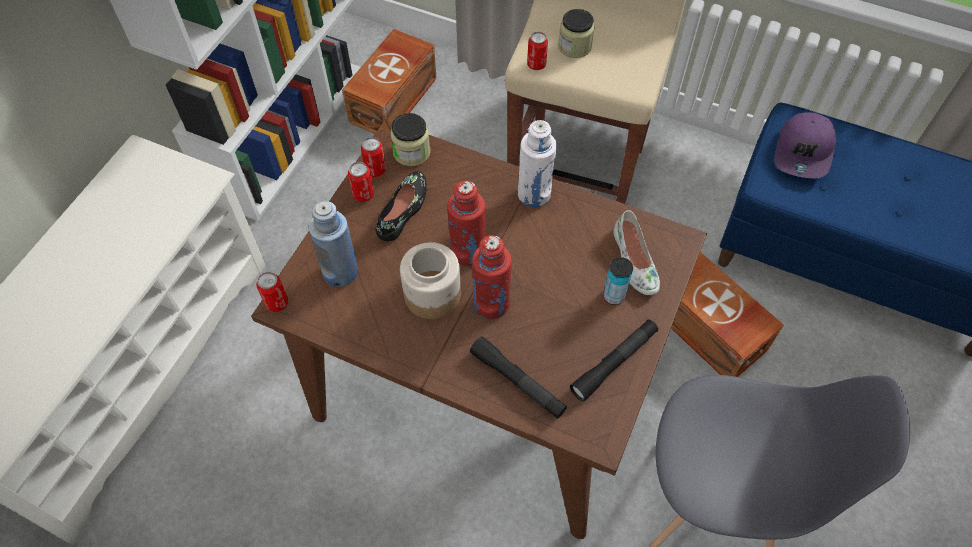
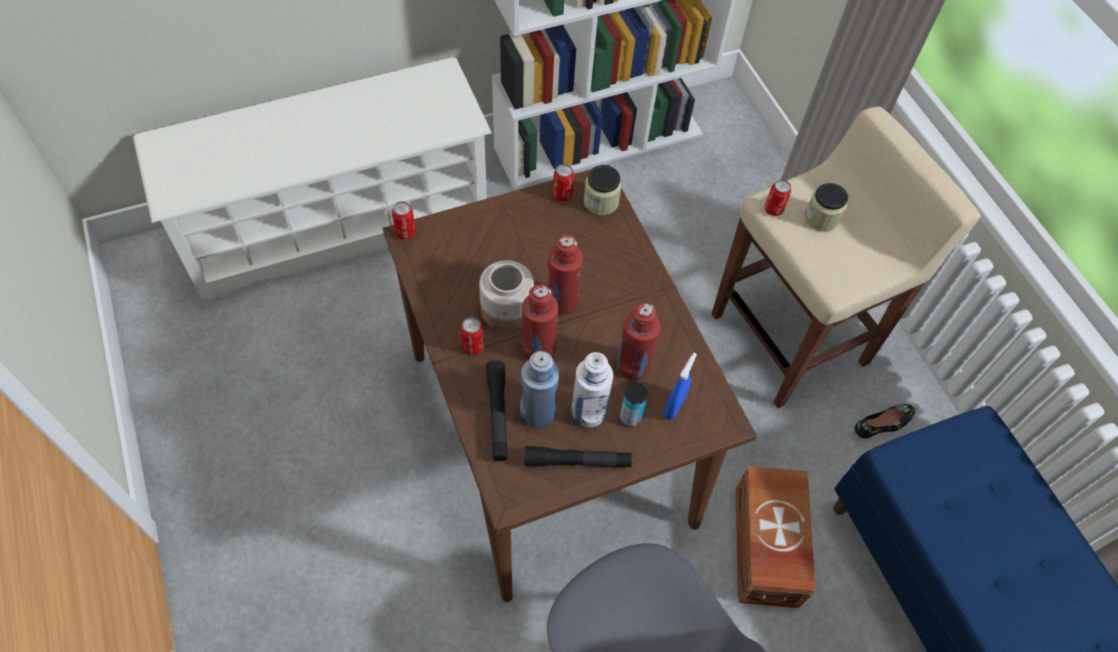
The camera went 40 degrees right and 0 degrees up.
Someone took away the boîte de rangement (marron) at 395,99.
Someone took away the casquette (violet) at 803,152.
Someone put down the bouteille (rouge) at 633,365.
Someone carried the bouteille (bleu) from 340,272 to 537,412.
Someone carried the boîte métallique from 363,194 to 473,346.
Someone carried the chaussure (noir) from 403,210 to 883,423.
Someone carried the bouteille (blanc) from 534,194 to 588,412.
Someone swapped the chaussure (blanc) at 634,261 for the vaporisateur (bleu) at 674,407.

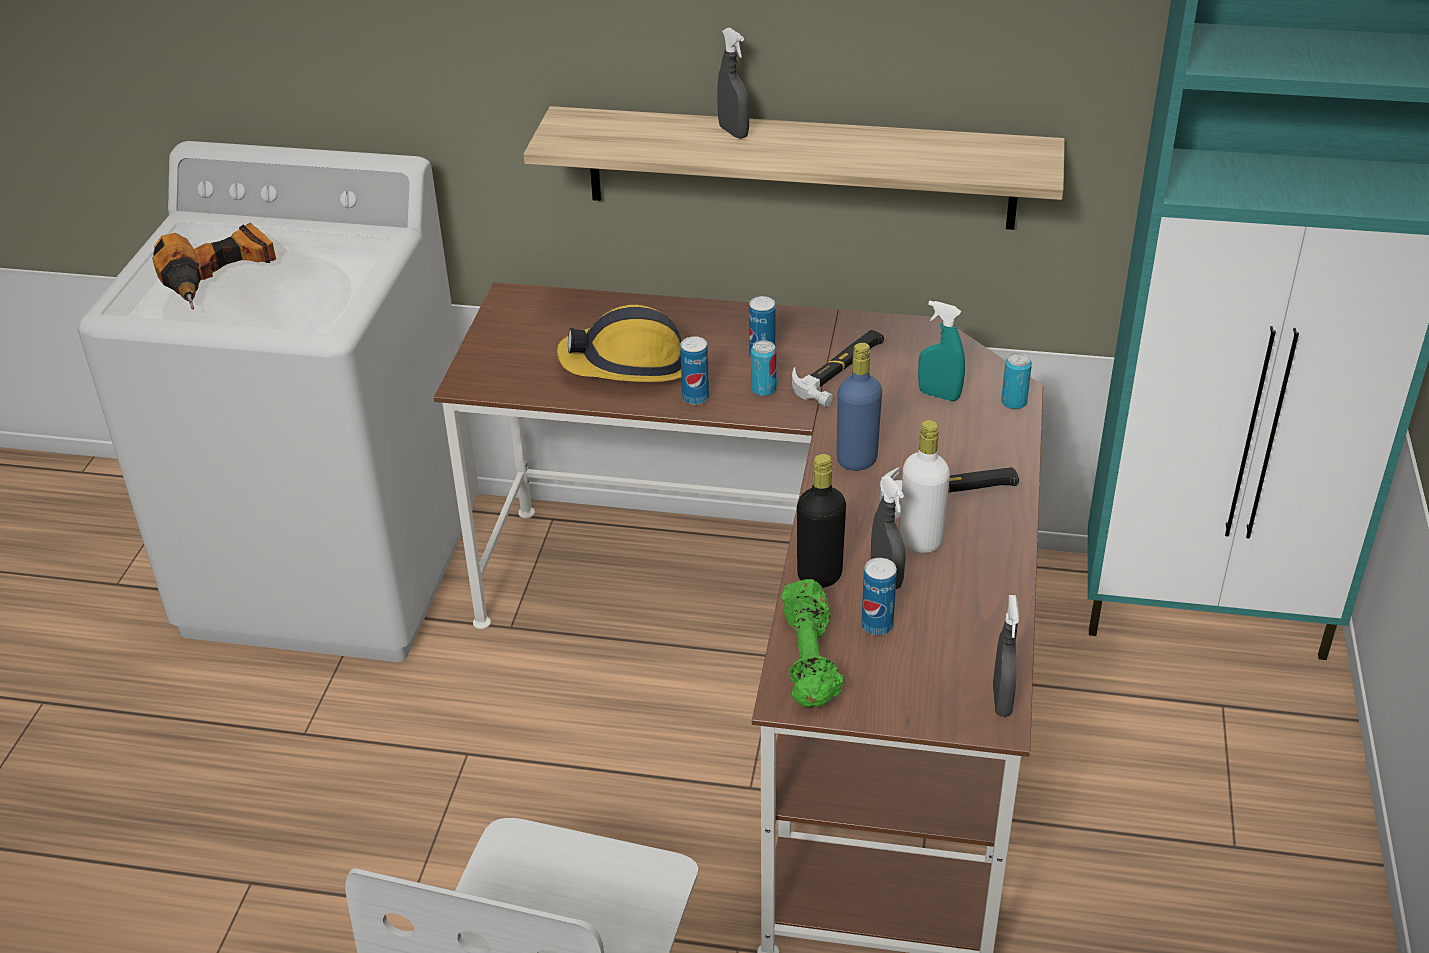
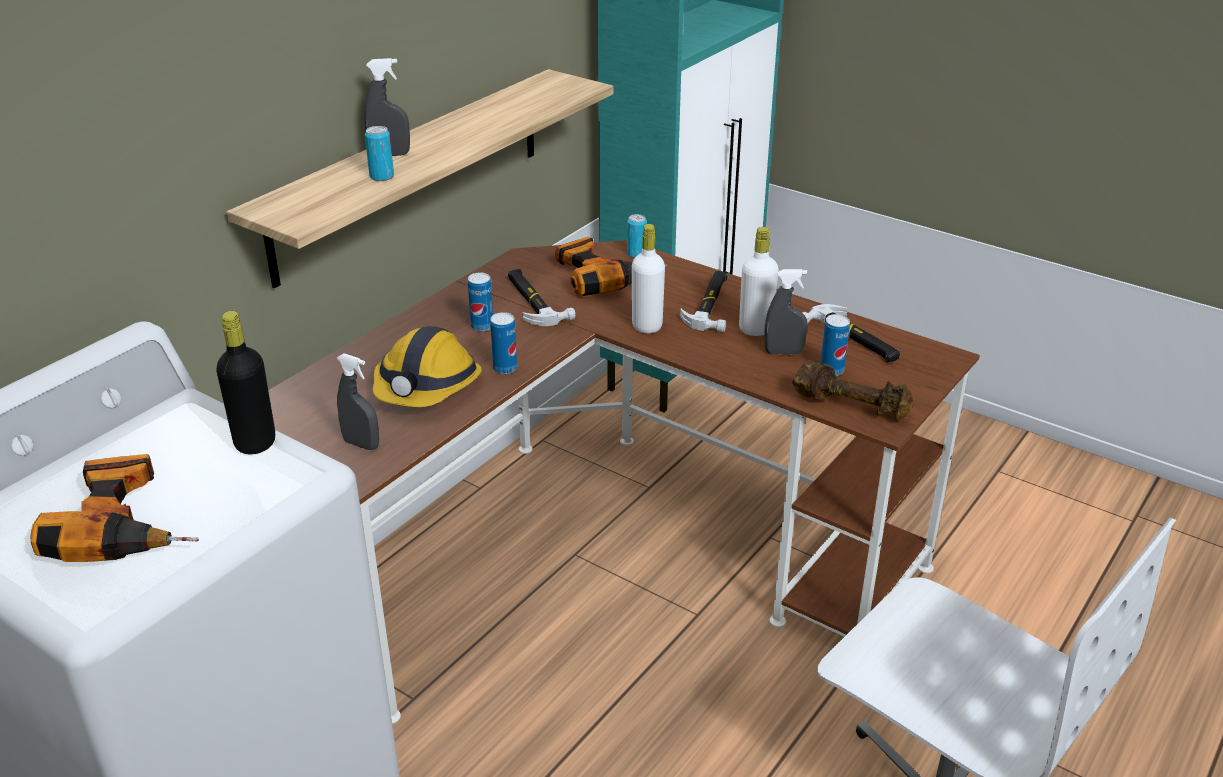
The camera went 65 degrees left and 5 degrees down.
Someone put down the marteau at 852,338.
Someone carried the boîte métallique from 763,389 to 381,176.
Someone carried the bouteille (noir) from 819,576 to 255,443.
Someone carried the vaporisateur (gris) from 1001,700 to 361,444.
Someone swapped the vaporisateur (turquoise) at 939,395 for the perceuse at 602,275.
Someone repainted the haltère (vert) at 811,660, which became the haltère (marron) at 851,405.
Someone repainted the bouteille (bleu) at 856,460, which became the bouteille (blanc) at 647,326.

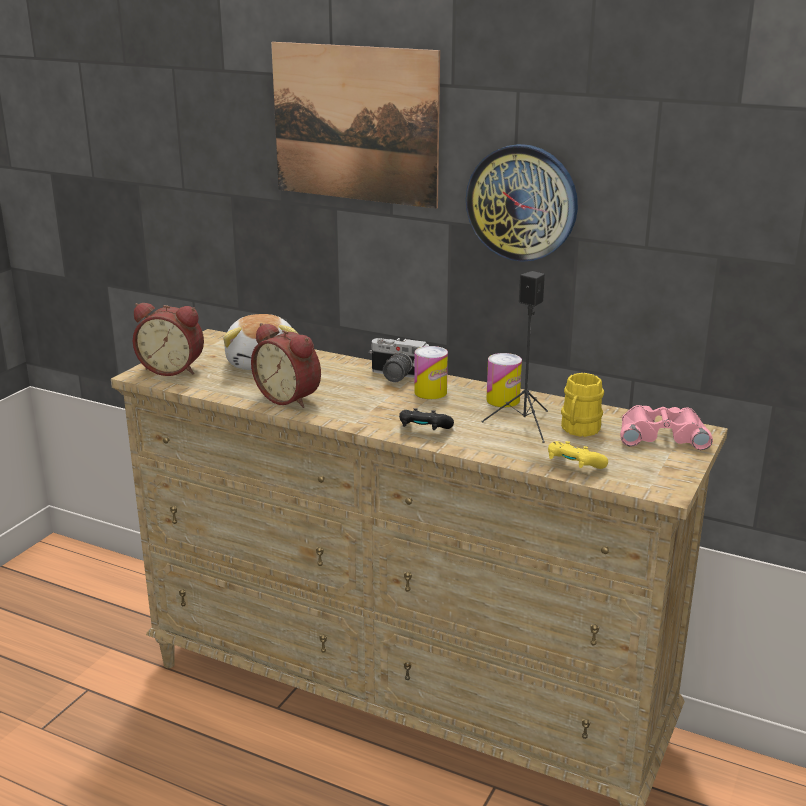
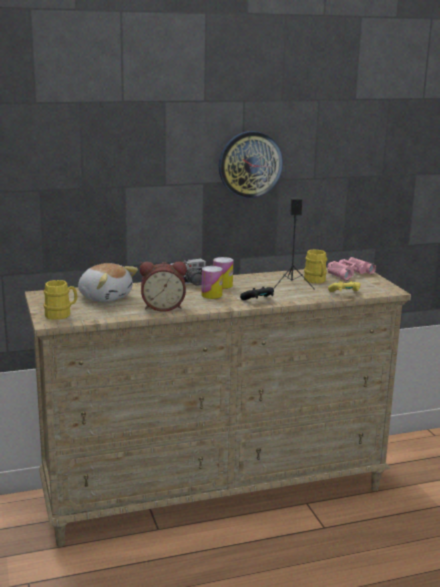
The camera went 45 degrees left and 5 degrees down.
Someone took away the tableau at 355,124.
Someone carried the boîte métallique from 503,400 to 211,295.
Someone swapped the réveil at 173,369 for the mug (jaune) at 61,314.

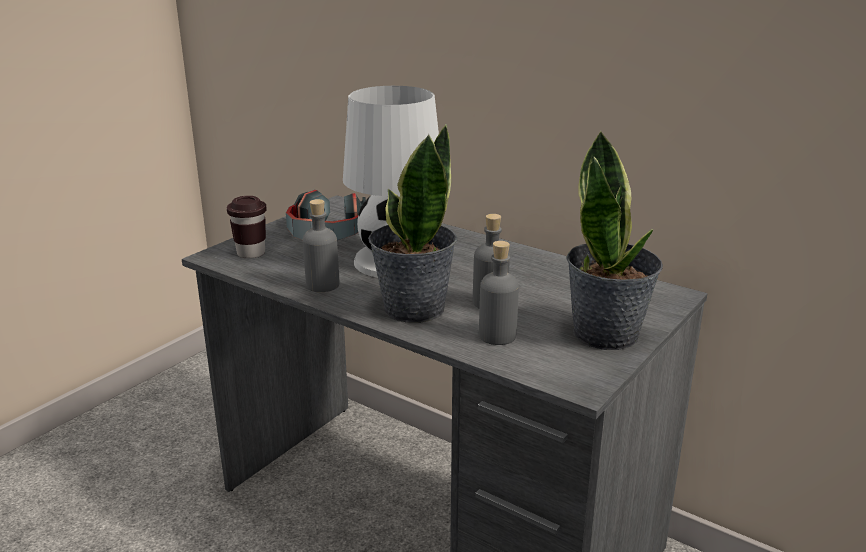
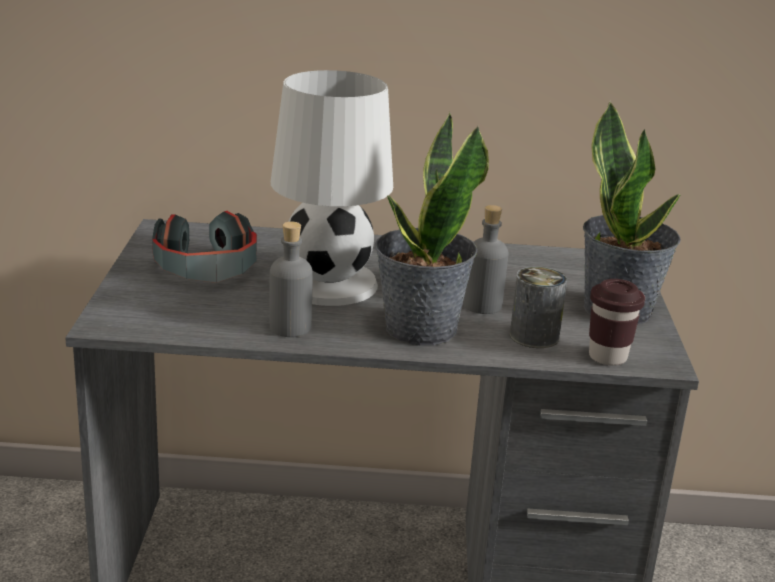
The camera went 35 degrees left and 0 degrees up.
Someone carried the tasse (marron) from 251,253 to 607,357.
Someone swapped the bouteille (gris) at 497,336 for the boîte métallique at 534,336.

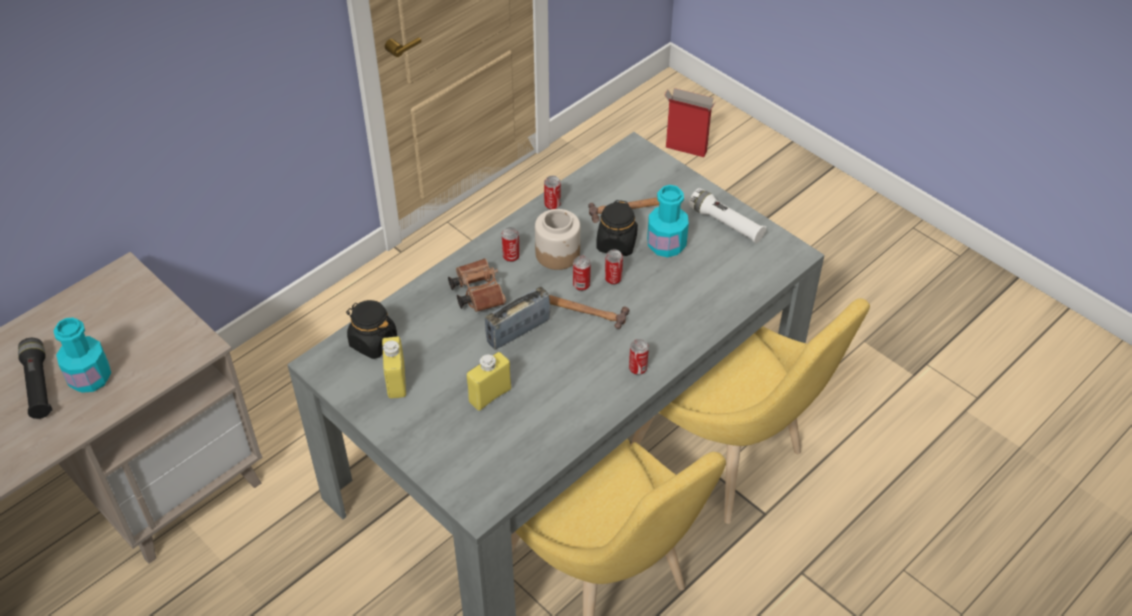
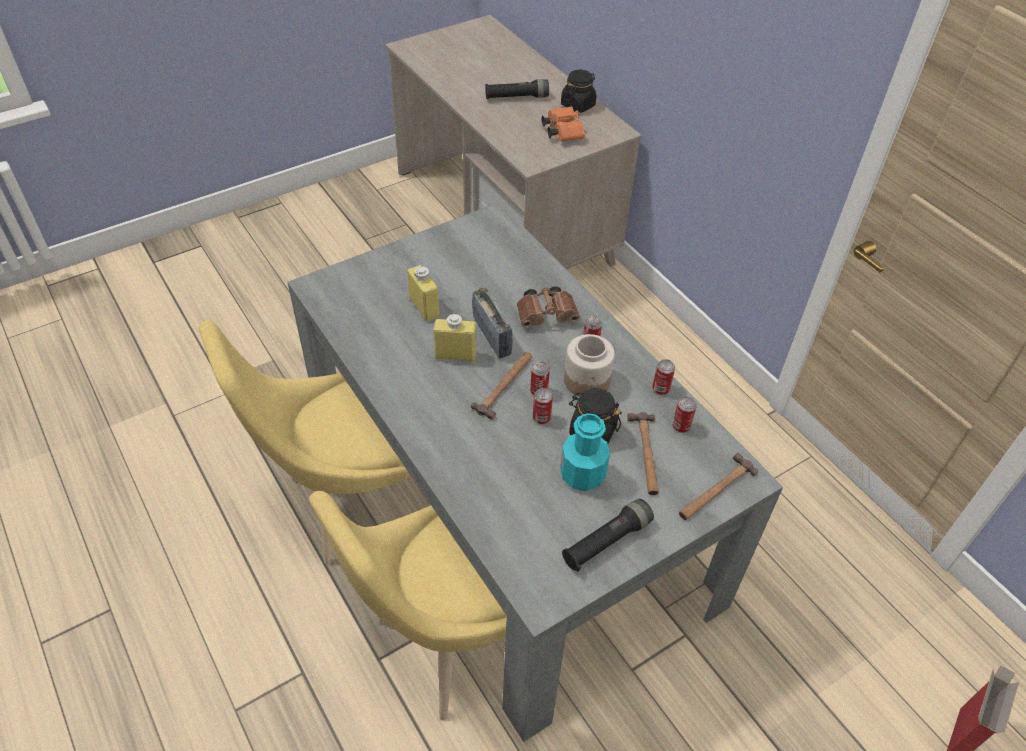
The camera went 100 degrees right and 0 degrees up.
Someone took away the bouteille (turquoise) at 90,378.
Someone put down the jumelles (orange) at 562,131.
Someone put down the marteau at 715,490.
Someone carried the bocal (noir) from 373,342 to 578,105.
Someone carried the bouteille (jaune) from 396,381 to 455,355.
Someone carried the boîte métallique from 638,368 to 681,426.
Someone repainted the lampe de poche (blanc) at 726,224, which became the lampe de poche (noir) at 606,541.

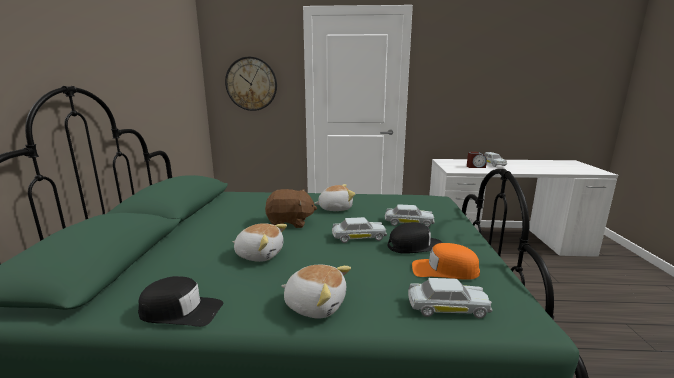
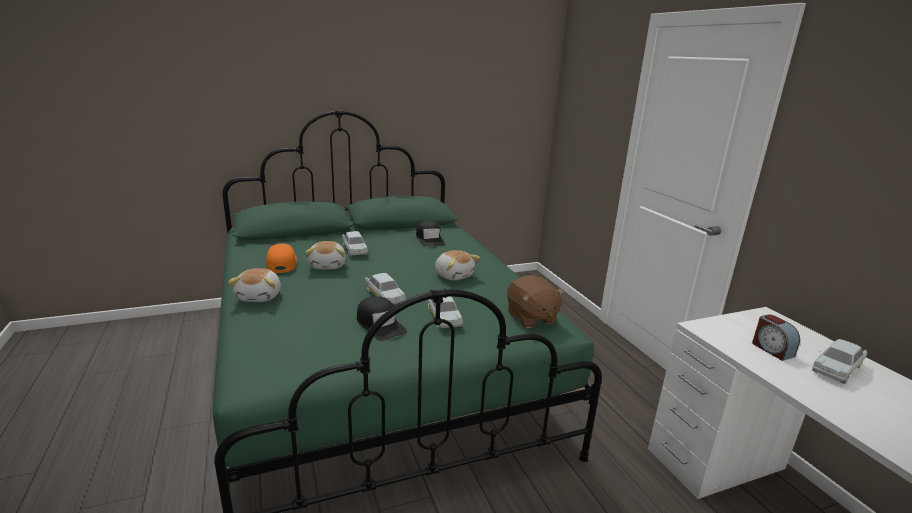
The camera went 65 degrees right and 5 degrees up.
Someone took away the horloge murale at 251,84.
Someone carried the casquette (noir) from 181,311 to 429,239.
Someone carried the peluche (marron) from 290,223 to 531,318.
Someone carried the petite voiture (blanc) from 447,307 to 354,249.
Someone carried the casquette (orange) from 444,270 to 281,264.

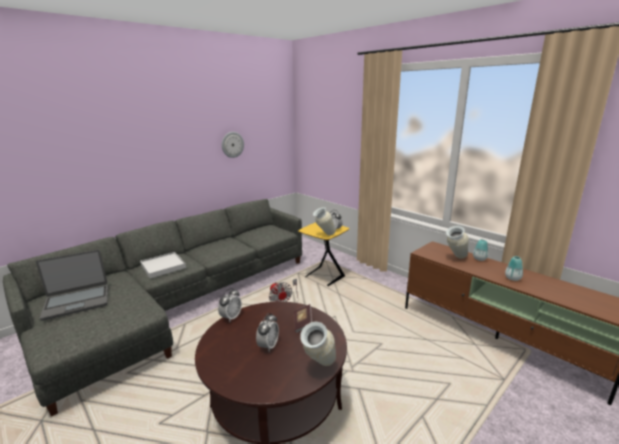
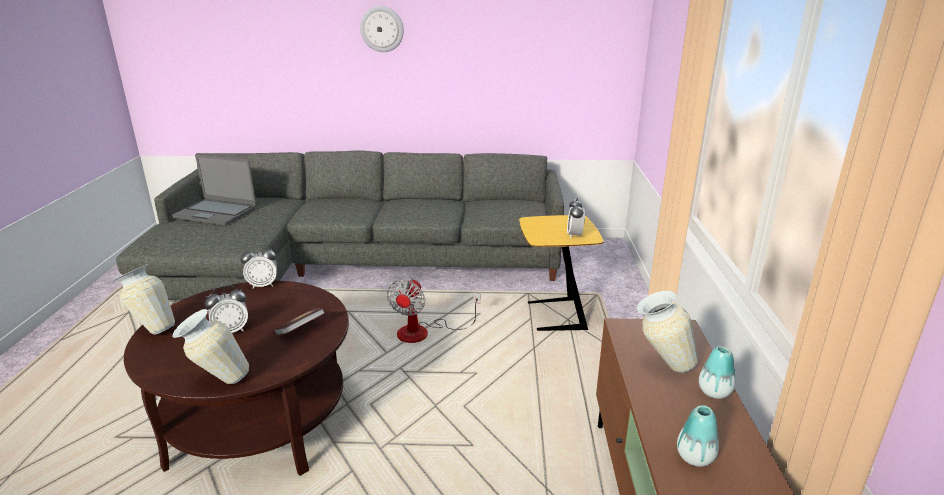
The camera went 45 degrees right and 5 degrees up.
Someone took away the plateau (blanc) at 163,266.
Someone carried the horloge murale from 232,144 to 382,29.
Someone carried the vase from 323,235 to 153,328.

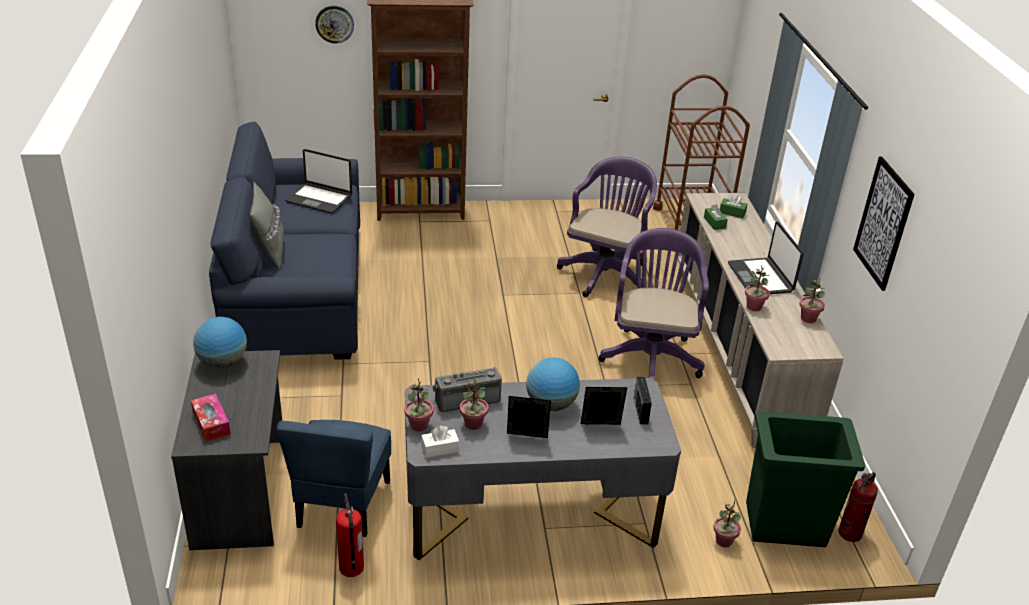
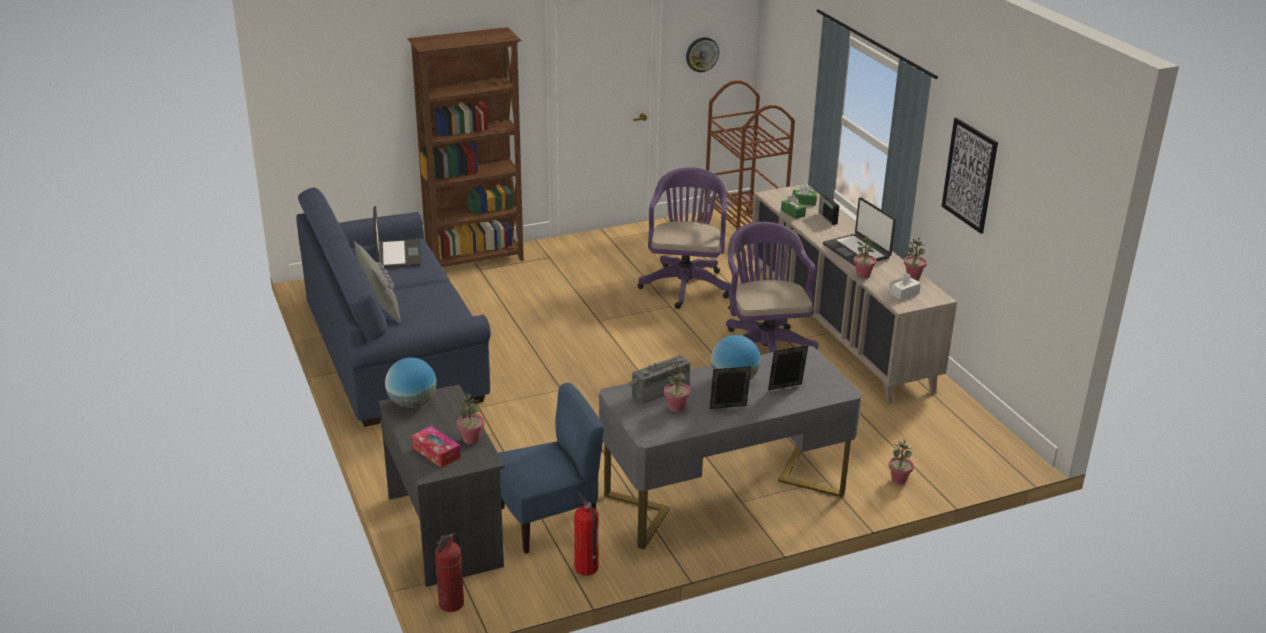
The camera went 15 degrees left and 5 degrees down.
Someone took away the poubelle (vert) at 784,523.
Someone carried the horloge murale from 334,24 to 702,54.
Someone carried the plante en pot from 418,426 to 471,439.
Someone carried the boîte à mouchoirs (blanc) from 440,448 to 904,293.
Someone carried the radio from 640,410 to 827,218.
Someone carried the extincteur from 850,534 to 451,604.
Someone rotated the chaise (bleu) at 342,504 by 105 degrees counterclockwise.
Someone rotated the ordinateur portable at 319,199 by 105 degrees counterclockwise.

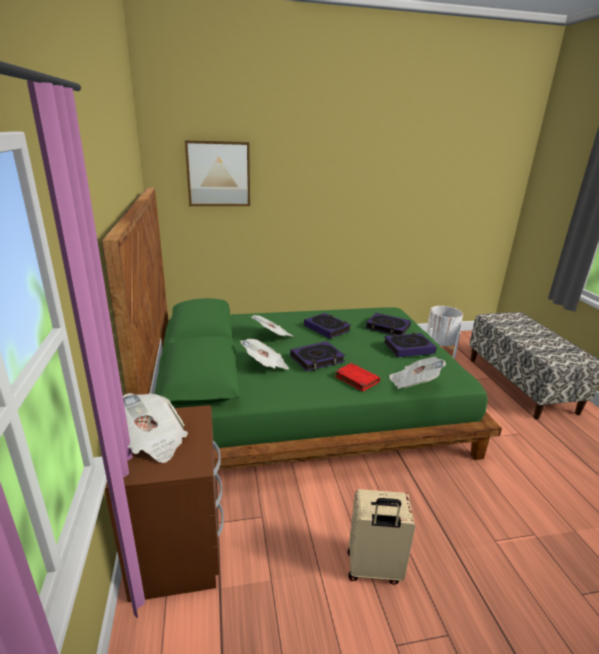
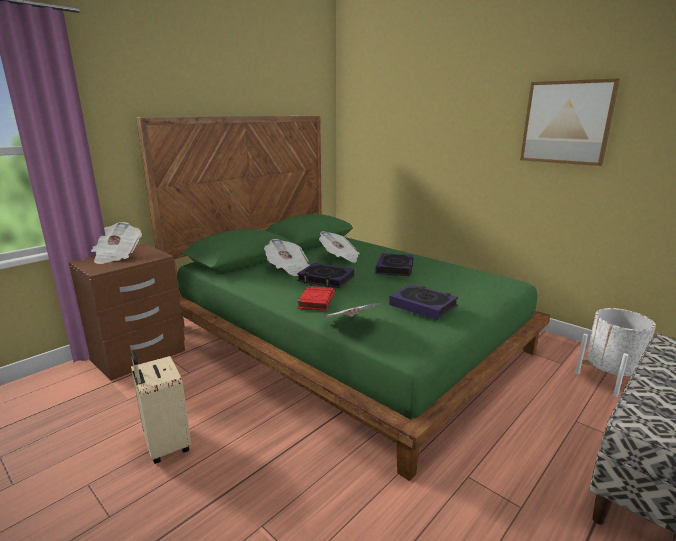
The camera went 55 degrees right and 5 degrees down.
Someone took away the livre at 387,327.
Someone carried the tableau from 218,174 to 566,122.

